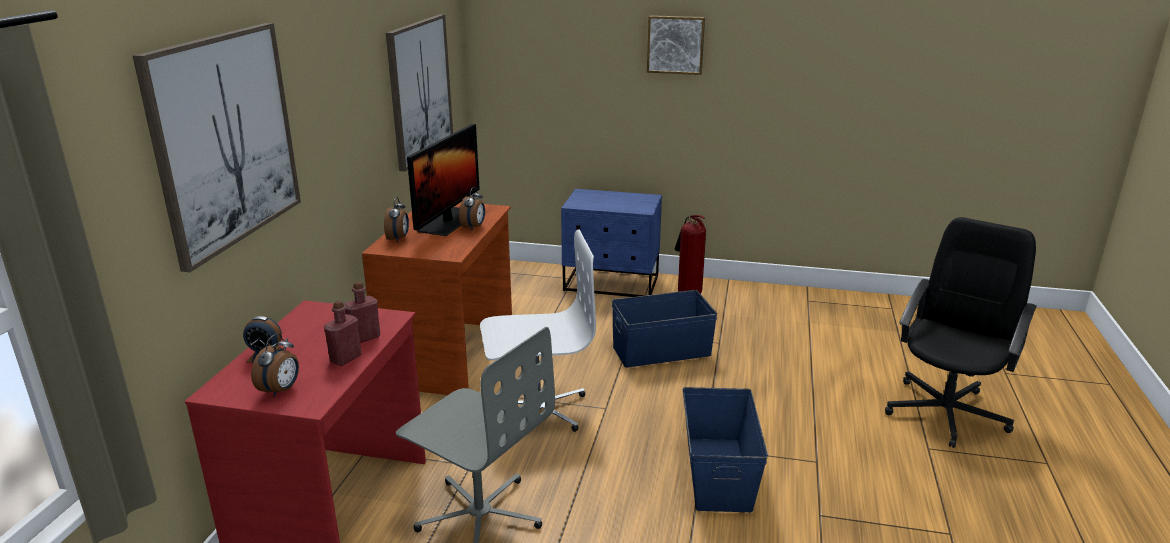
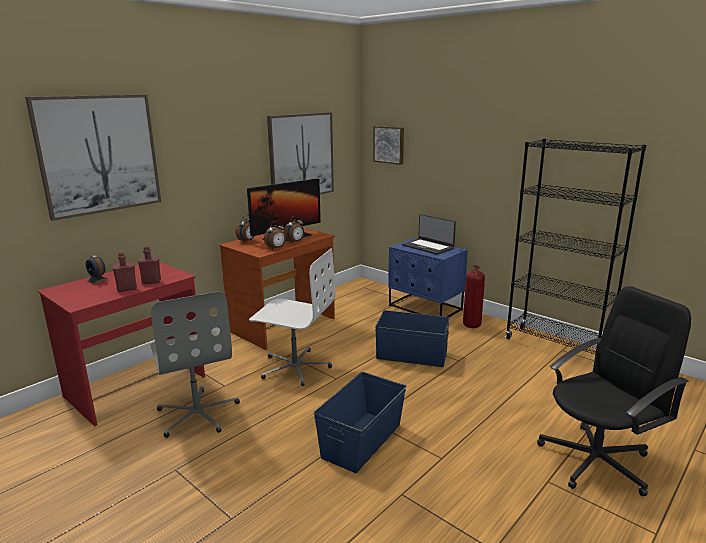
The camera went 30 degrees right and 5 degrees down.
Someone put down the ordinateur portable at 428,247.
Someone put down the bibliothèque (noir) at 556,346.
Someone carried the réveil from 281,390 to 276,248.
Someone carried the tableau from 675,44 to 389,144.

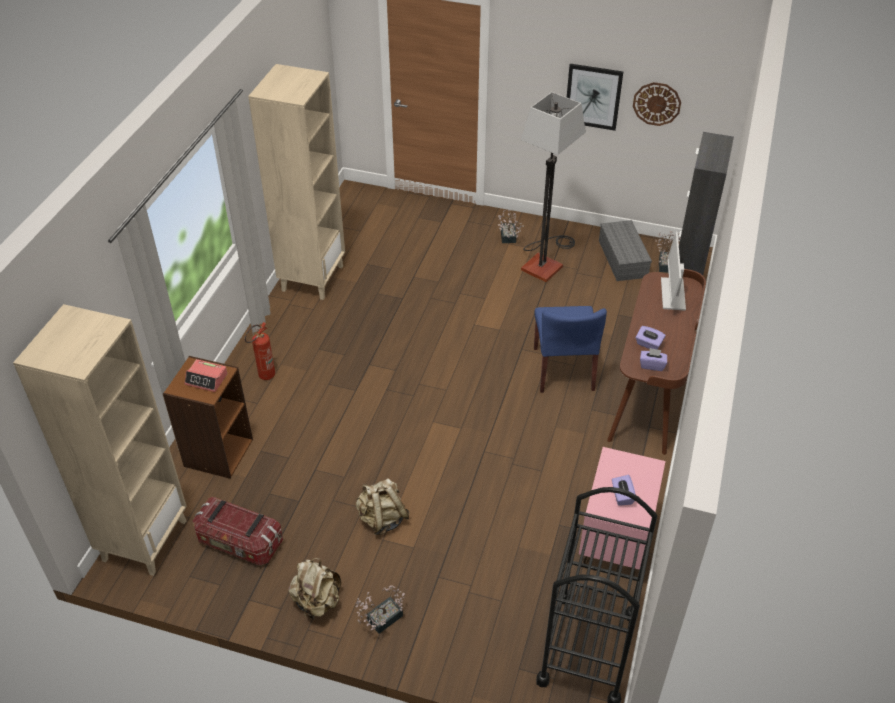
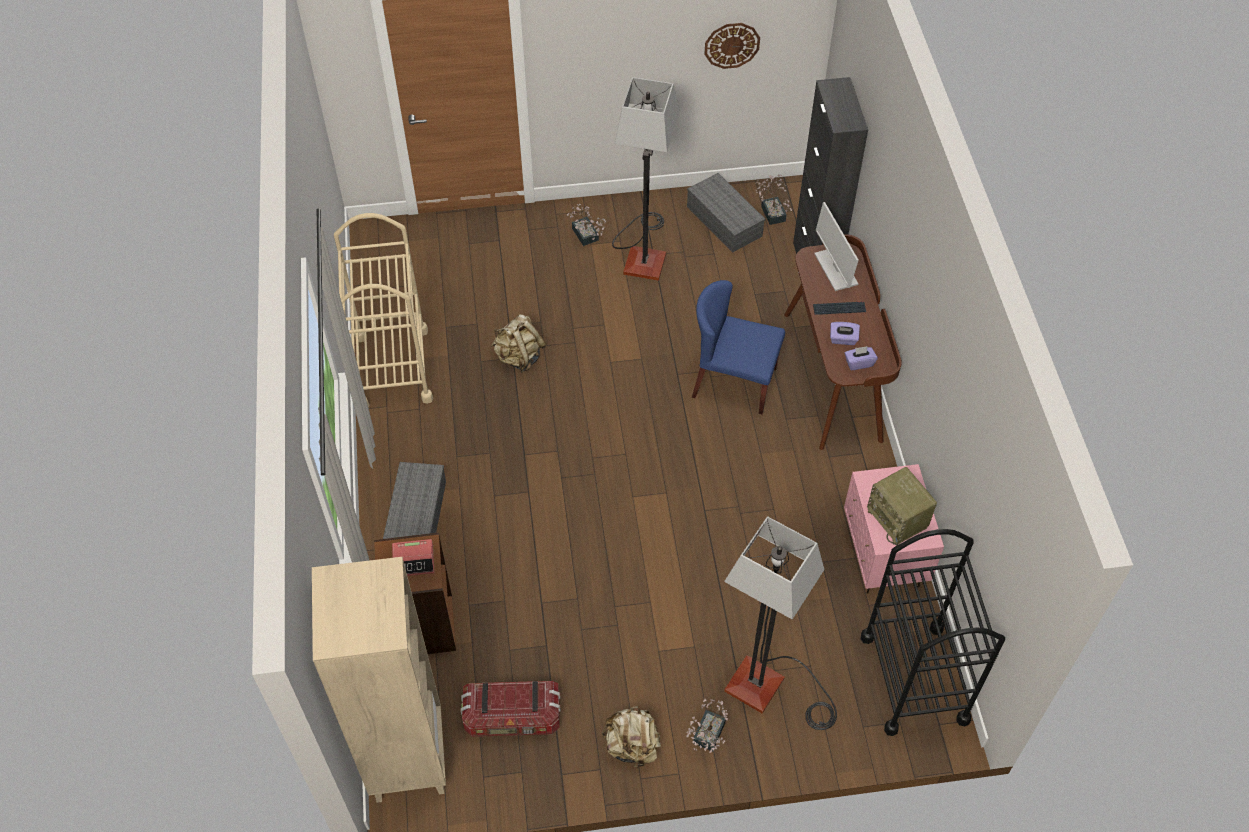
The camera went 25 degrees left and 10 degrees up.
Someone took away the tableau at 593,96.
Someone put down the lampadaire at 770,689.
Someone put down the clavier at 839,309.
Someone carried the sac à dos (beige) from 382,519 to 519,357.
Someone swapped the extincteur at 264,377 for the boîte de rangement (gris) at 416,515.
Someone swapped the bibliothèque (beige) at 312,278 for the chariot (beige) at 393,368.
Someone swapped the boîte à mouchoirs (violet) at 622,496 for the radio at 898,519.
Someone rotated the chaise (bleu) at 563,369 by 135 degrees clockwise.

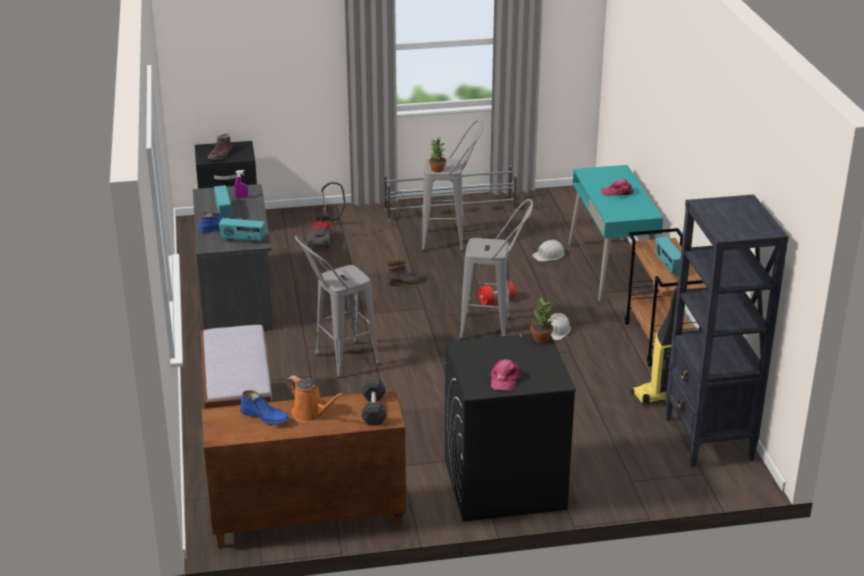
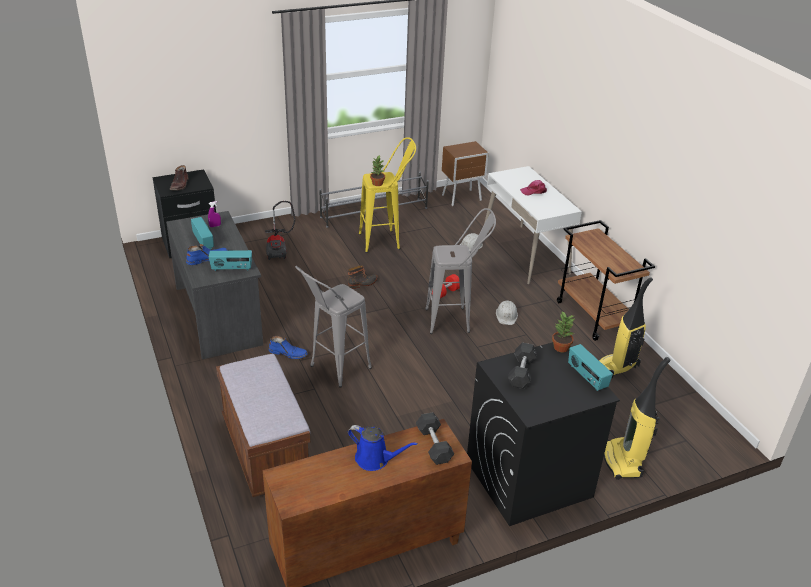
The camera went 15 degrees left and 5 degrees up.
Someone took away the casquette (rose) at 504,379.
Someone took away the bibliothèque (noir) at 708,439.
Someone put down the table de chevet (marron) at 462,198.
Someone put down the haltère (gris) at 521,372.
Someone put down the aspirateur at 623,461.
Someone carried the botte (bleu) from 265,416 to 288,353.
Someone carried the radio from 668,265 to 586,377.
Someone repainted the arrosoir (orange) at 311,414, which became the arrosoir (bleu) at 375,459.
Someone repainted the tabouret (gris) at 451,241, which became the tabouret (jaune) at 386,241.
Someone repainted the bureau (turquoise) at 611,269, which became the bureau (blanc) at 525,254.

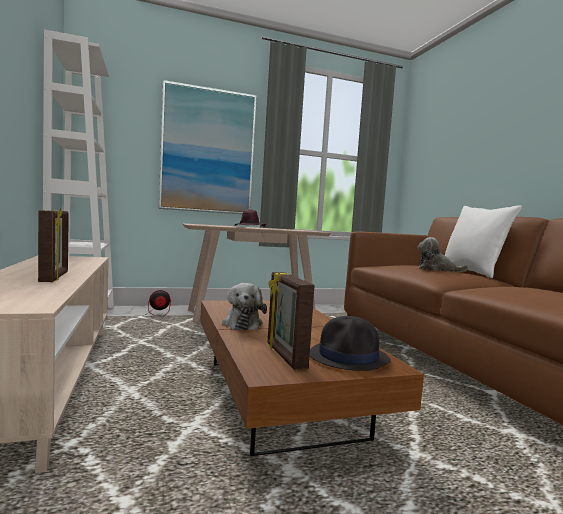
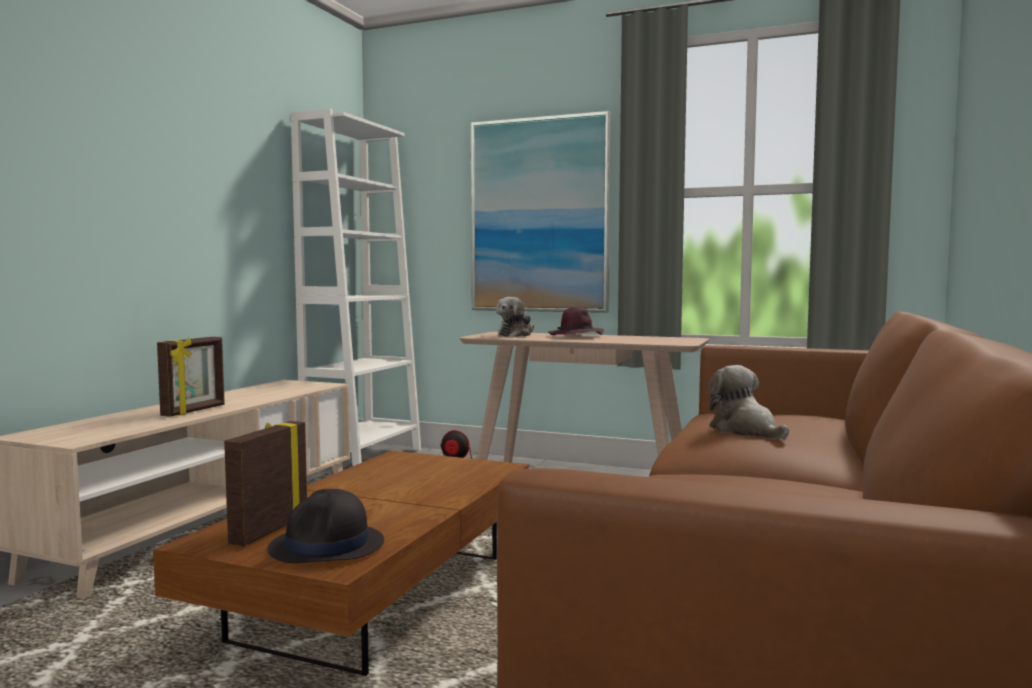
The camera went 40 degrees right and 0 degrees up.
Someone took away the coussin (blanc) at 473,273.
Someone carried the peluche from 242,323 to 516,335.

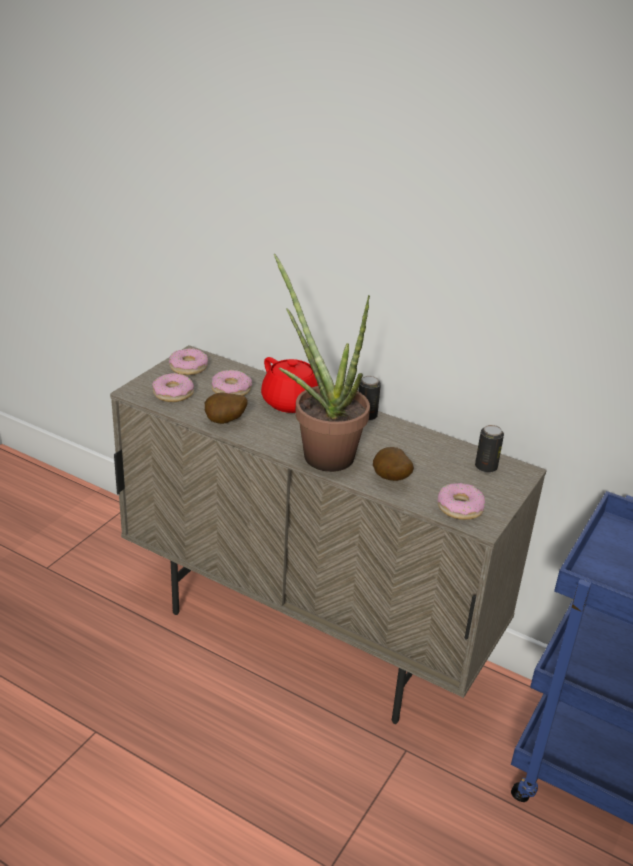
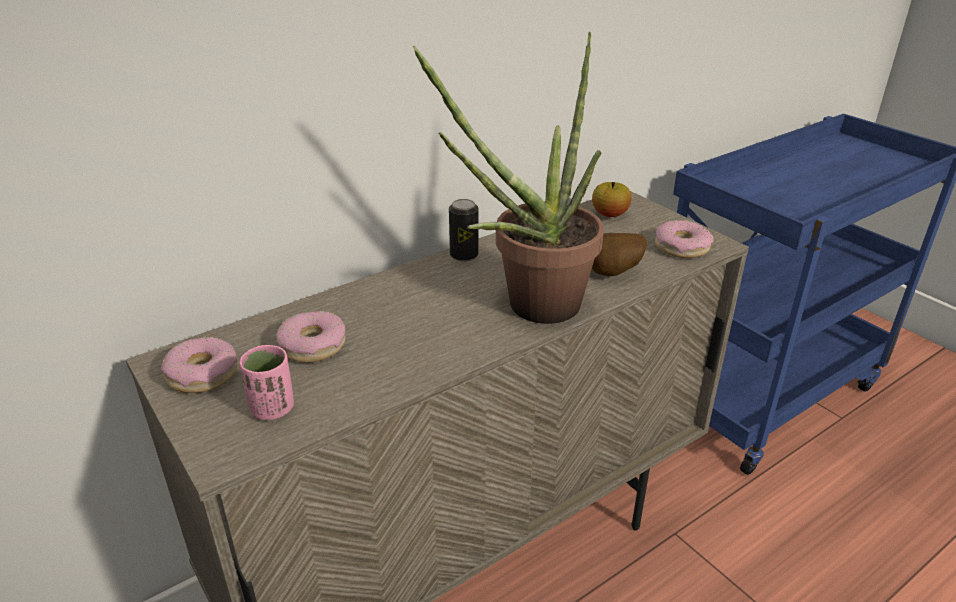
The camera went 65 degrees left and 0 degrees up.
Someone took away the pomme de terre at 225,422.
Someone took away the théière (rouge) at 291,403.
Someone swapped the beignet at 173,393 for the tasse (rose) at 272,409.
Someone swapped the boîte métallique at 486,467 for the pomme at 609,214.

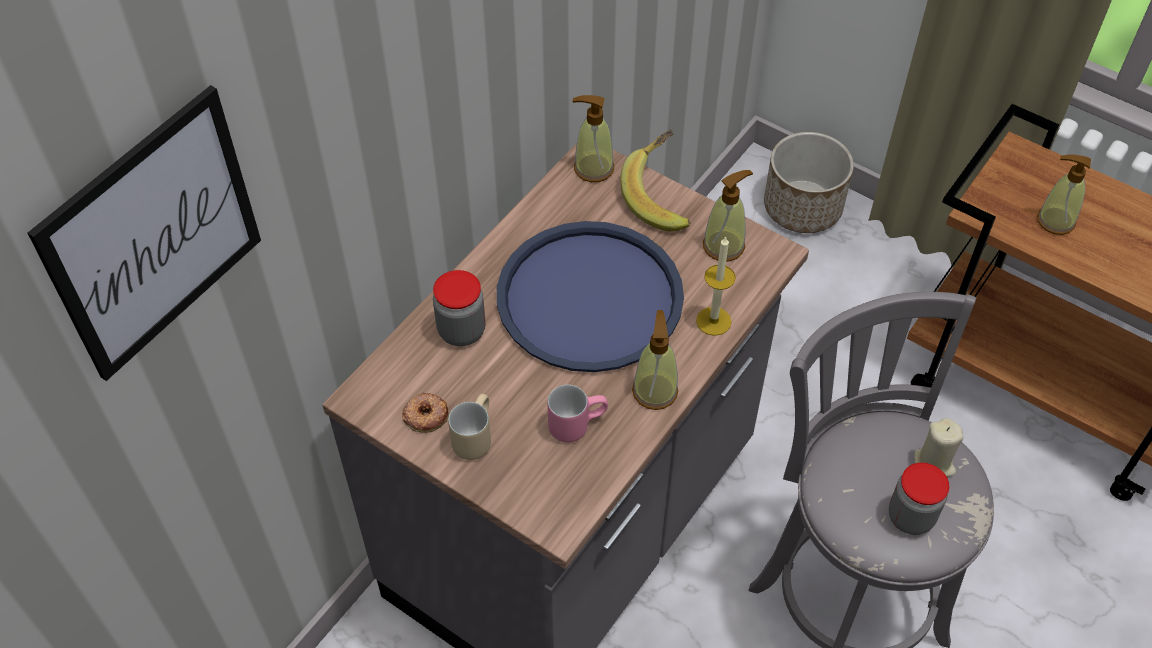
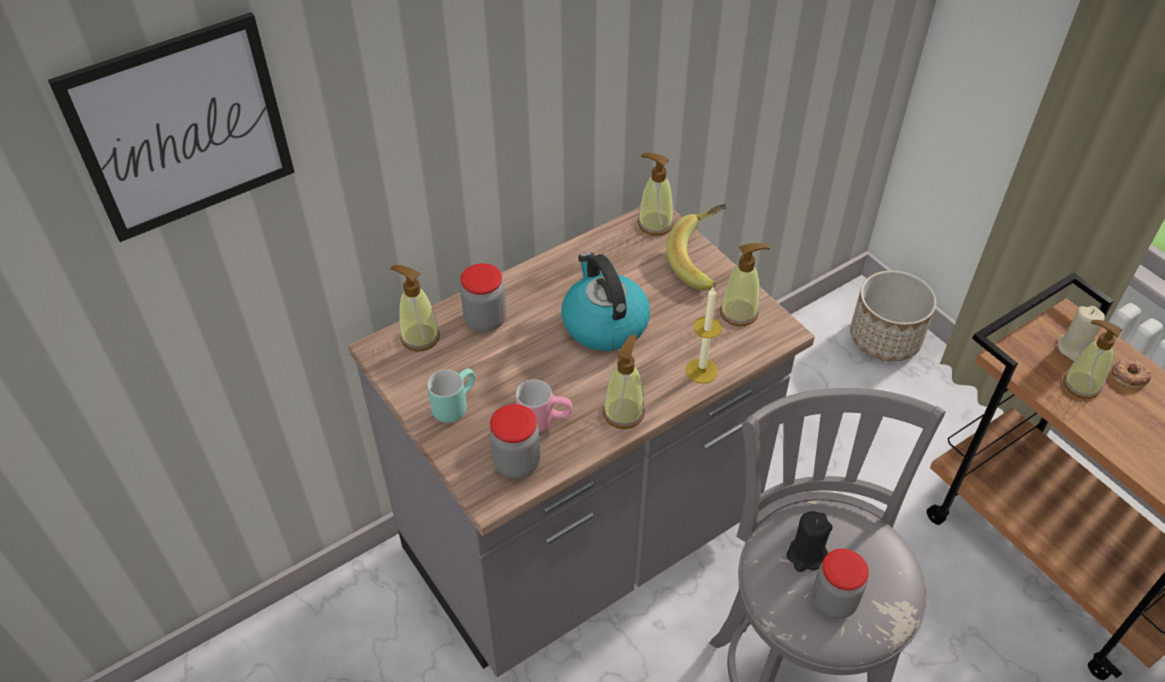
The camera went 20 degrees right and 5 degrees down.
Someone put down the distributeur de savon at 419,337.
Someone put down the bocal at 516,463.
Someone put down the bougie (noir) at 806,555.
Someone carried the beignet from 425,415 to 1129,375.
Someone carried the bougie (beige) from 934,464 to 1074,349.
Someone swapped the plateau (bleu) at 590,298 for the bouilloire at 603,323.
Someone repainted the mug (beige) at 472,436, which became the mug (turquoise) at 453,404.

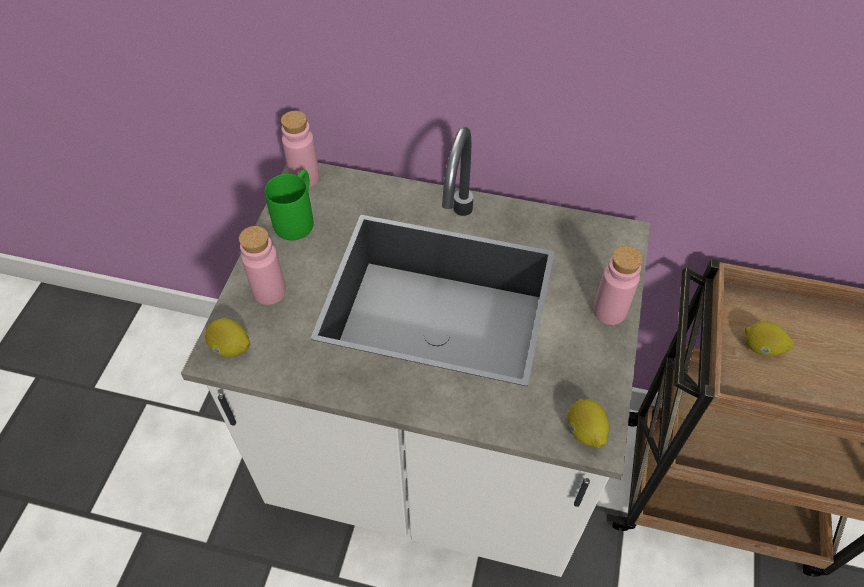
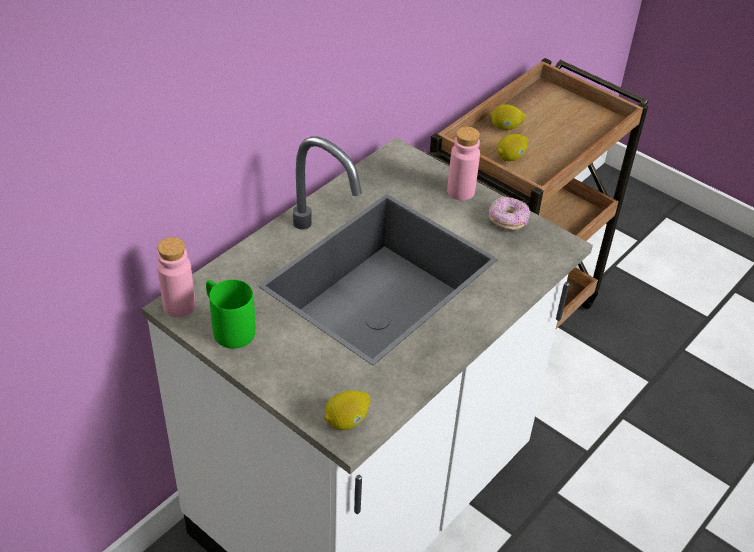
The camera went 65 degrees left and 10 degrees down.
Someone took away the bouteille (rose) at 269,291.
Someone put down the beignet at 507,221.
Someone carried the citron from 585,432 to 505,128.

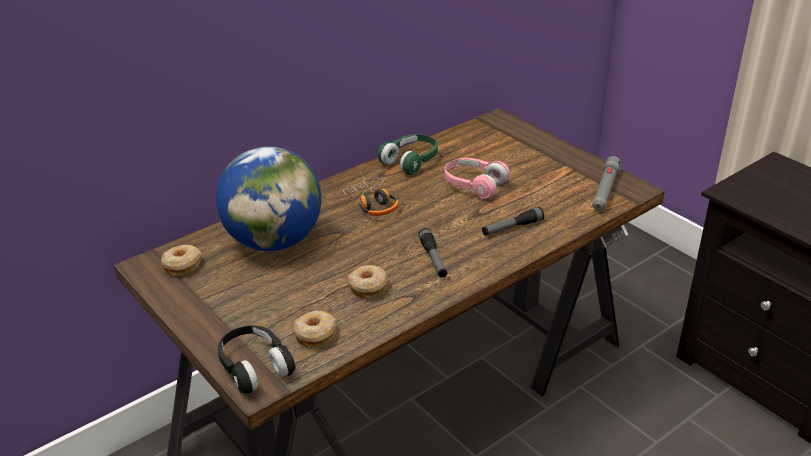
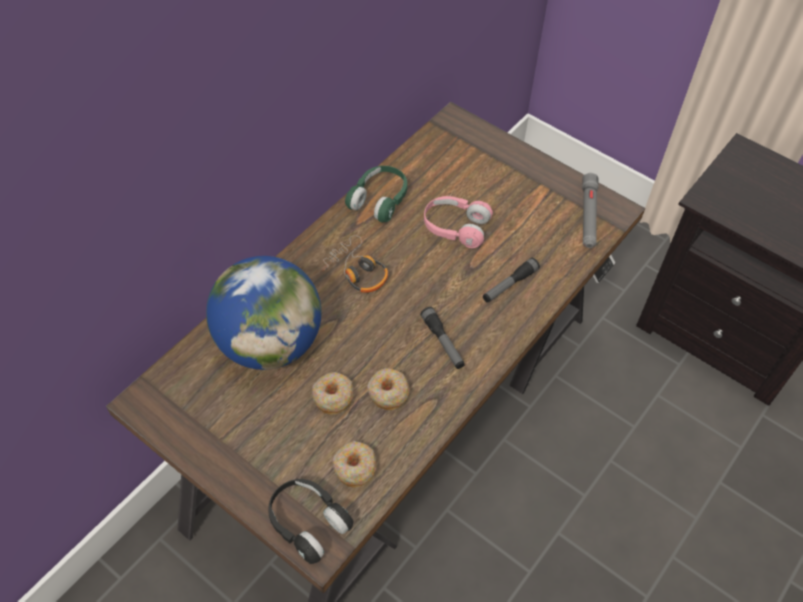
The camera went 15 degrees left and 20 degrees up.
Someone carried the beignet from 182,265 to 333,396.

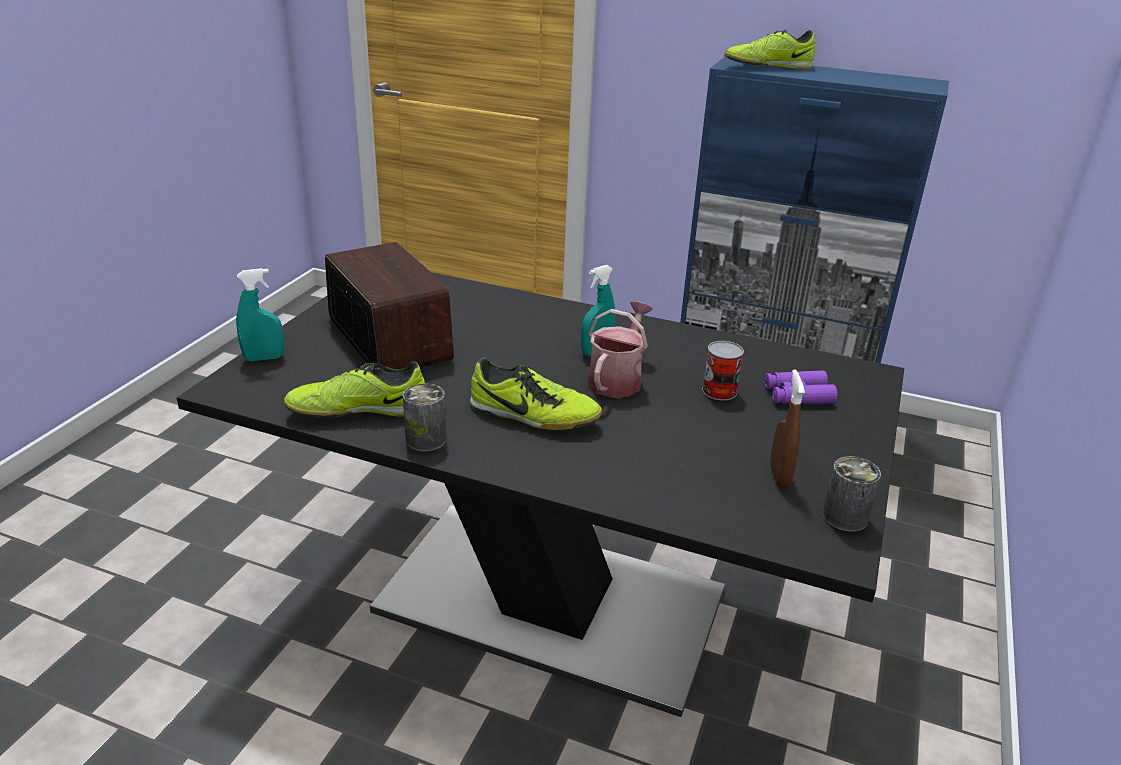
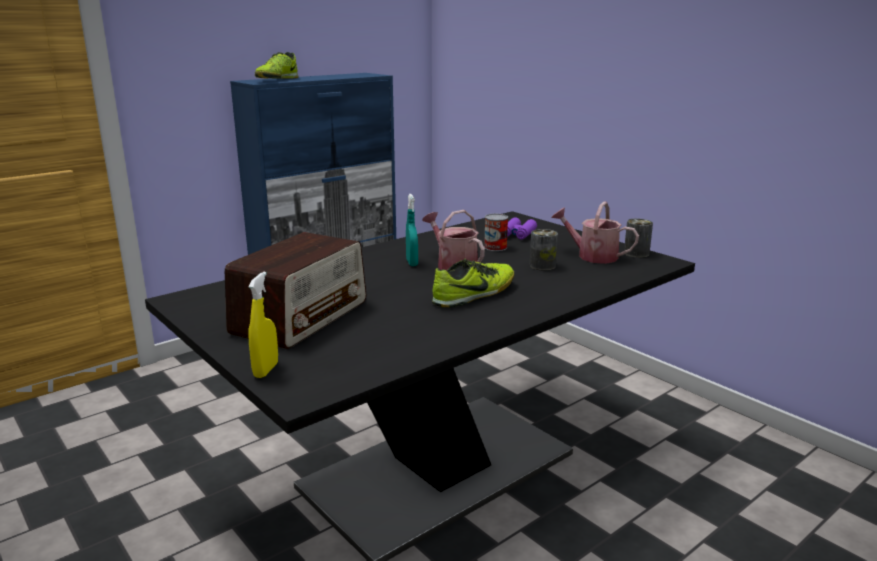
The camera went 60 degrees left and 10 degrees down.
Someone took away the chaussure at 358,410.
Someone carried the boîte métallique from 426,439 to 542,266.
Someone swapped the vaporisateur (marron) at 779,476 for the arrosoir at 592,256.
Someone repainted the vaporisateur (turquoise) at 264,358, which became the vaporisateur (jaune) at 266,370.
Someone rotated the radio at 389,338 by 120 degrees clockwise.

